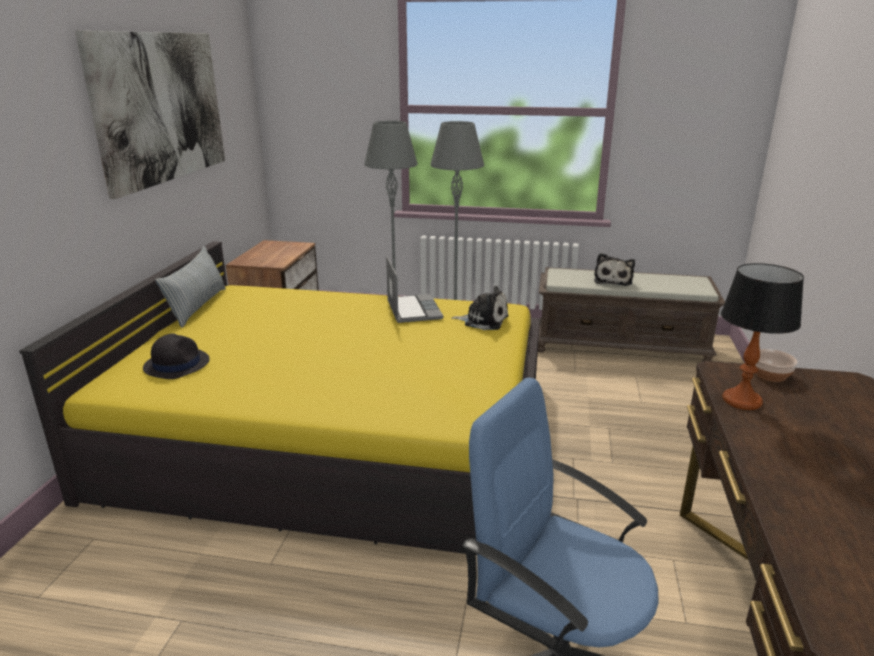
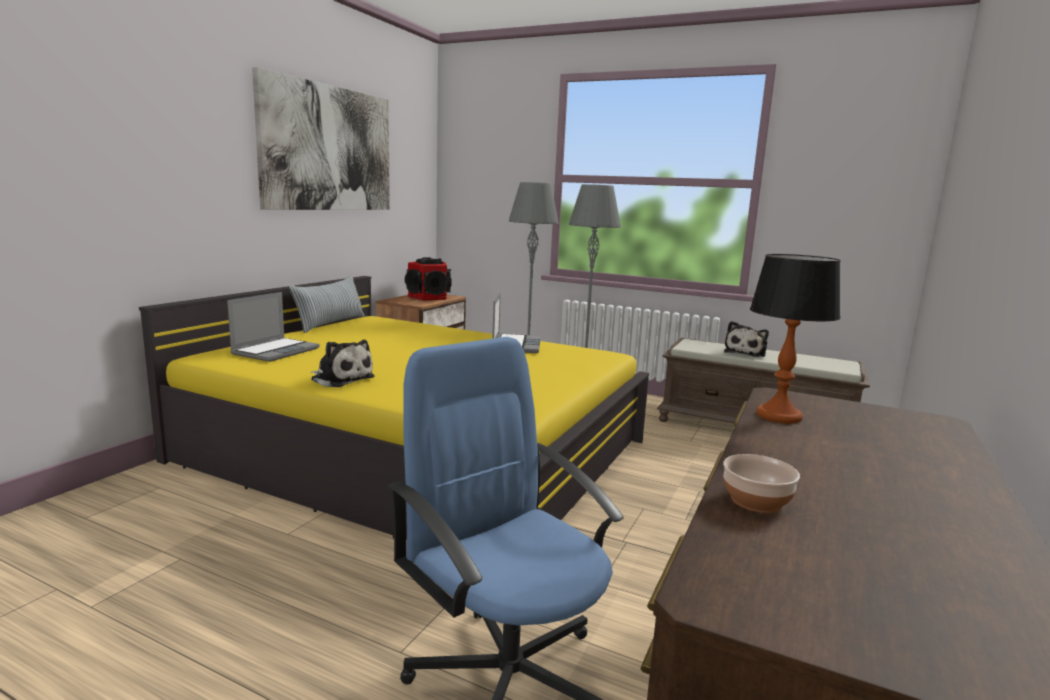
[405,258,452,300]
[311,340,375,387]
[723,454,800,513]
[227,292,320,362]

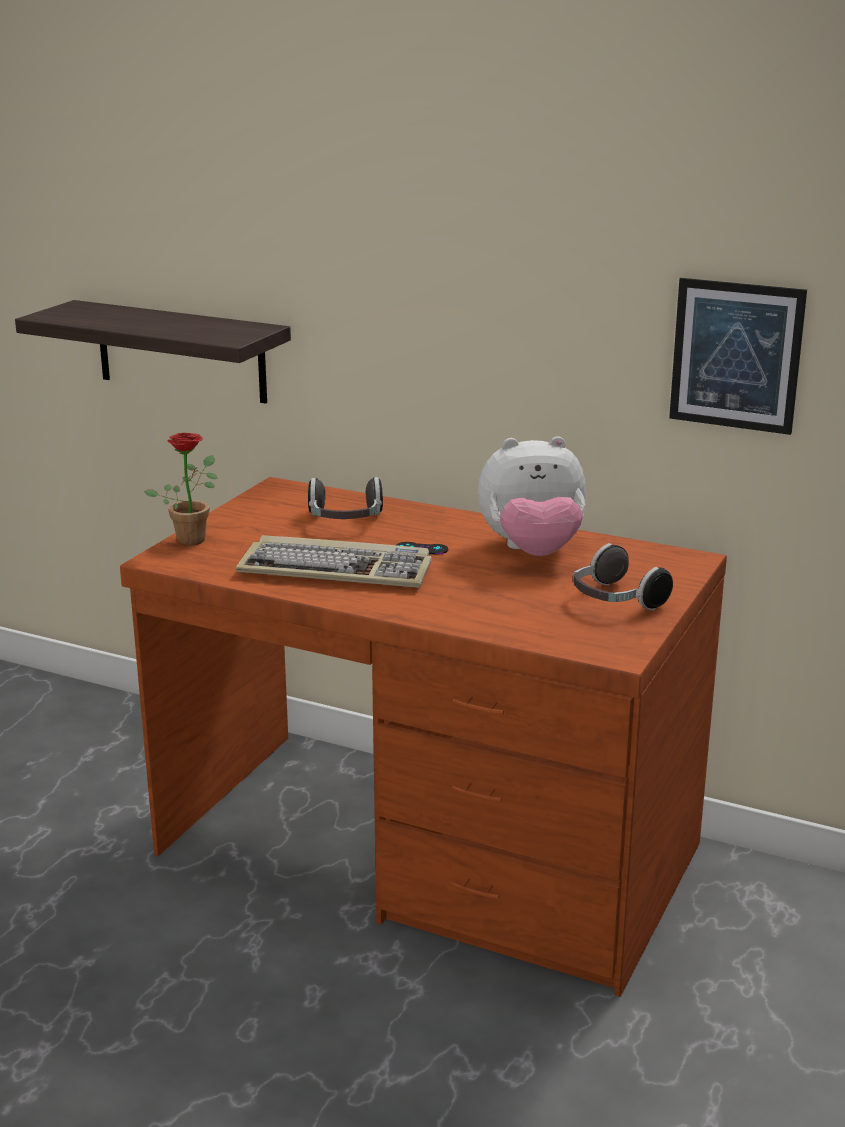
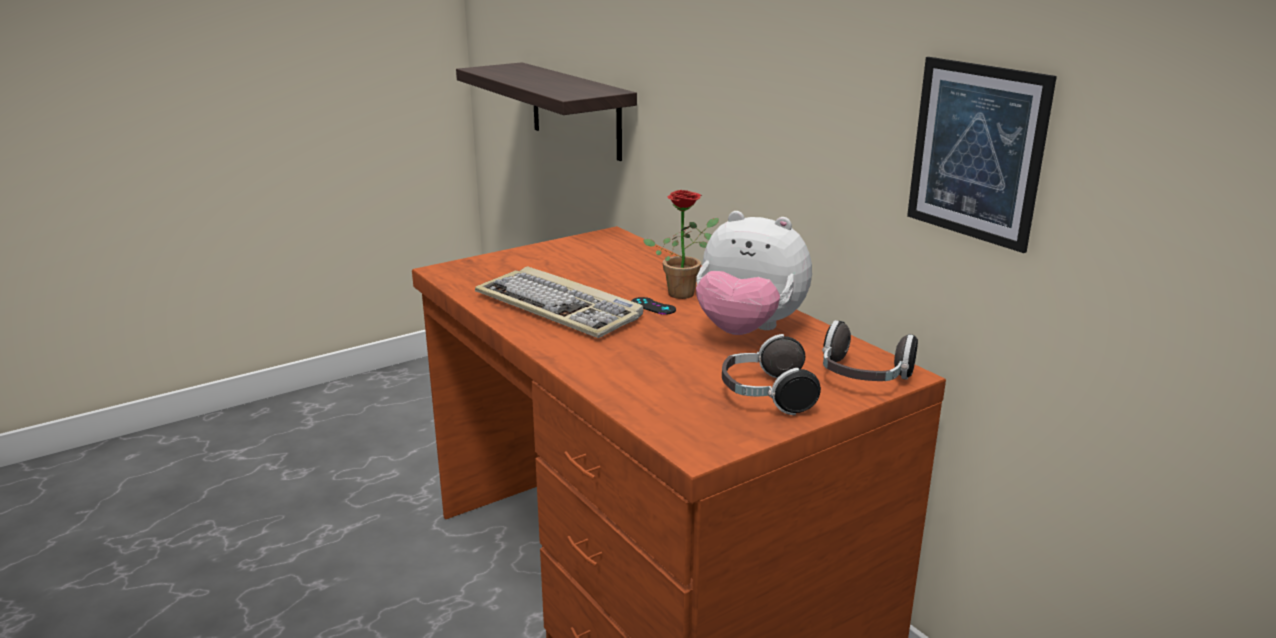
[643,190,719,299]
[822,320,918,381]

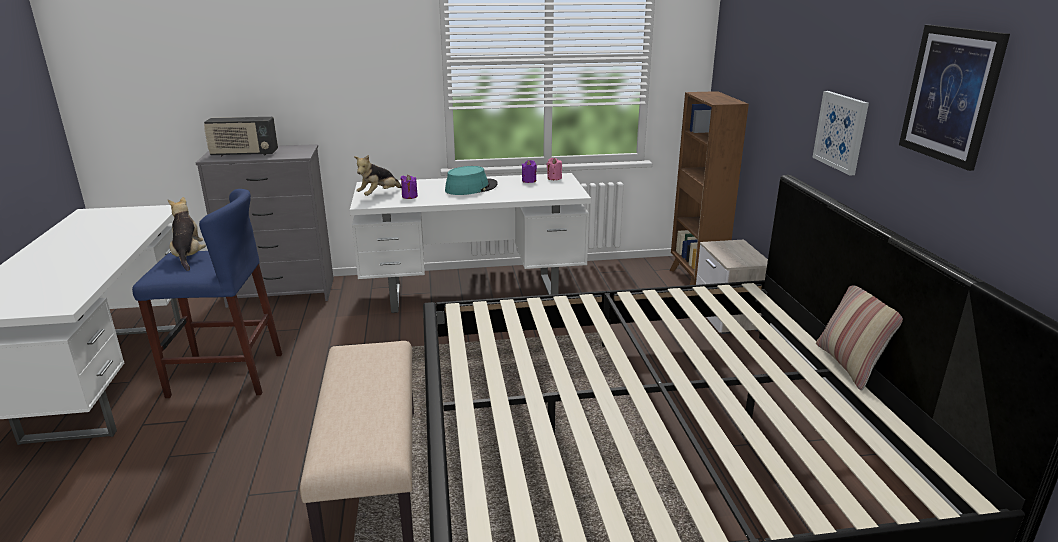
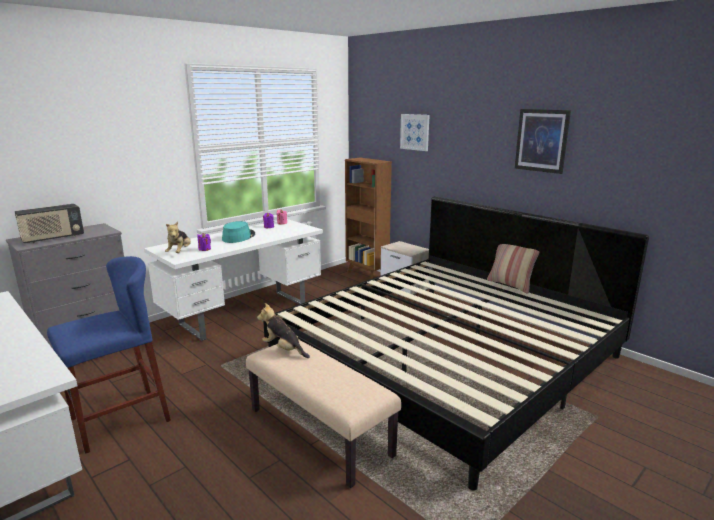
[257,303,310,358]
[400,114,430,151]

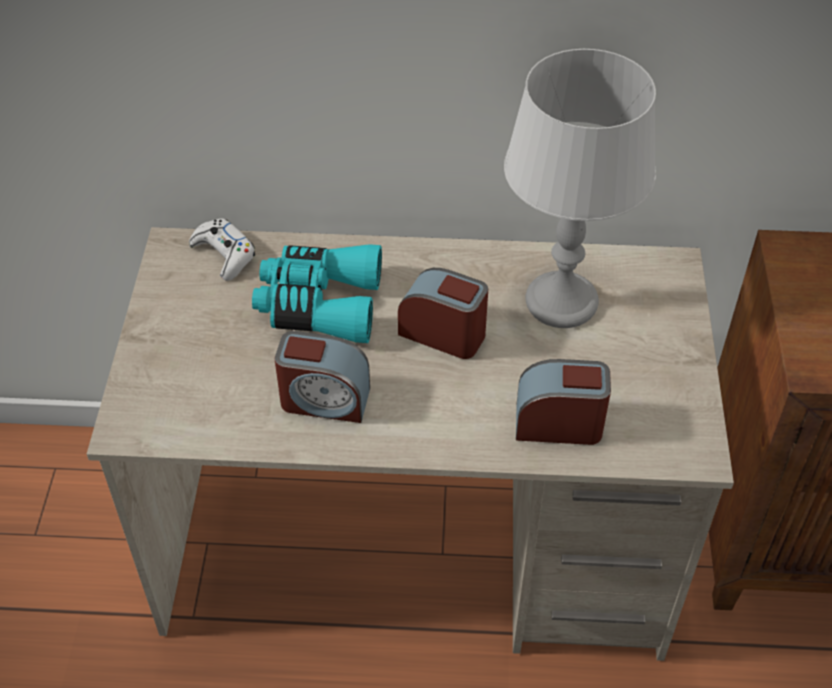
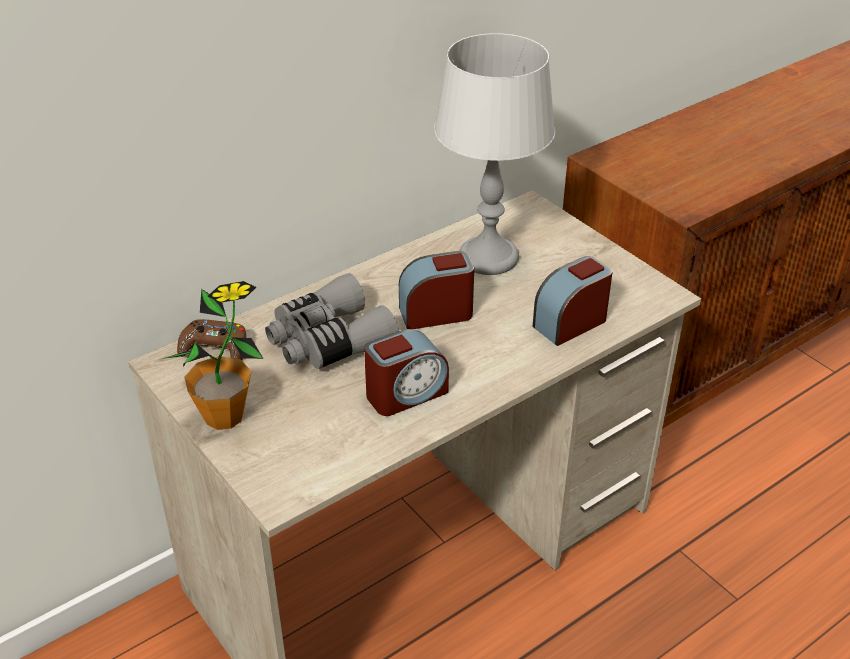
[162,281,263,430]
[177,319,246,361]
[265,273,399,369]

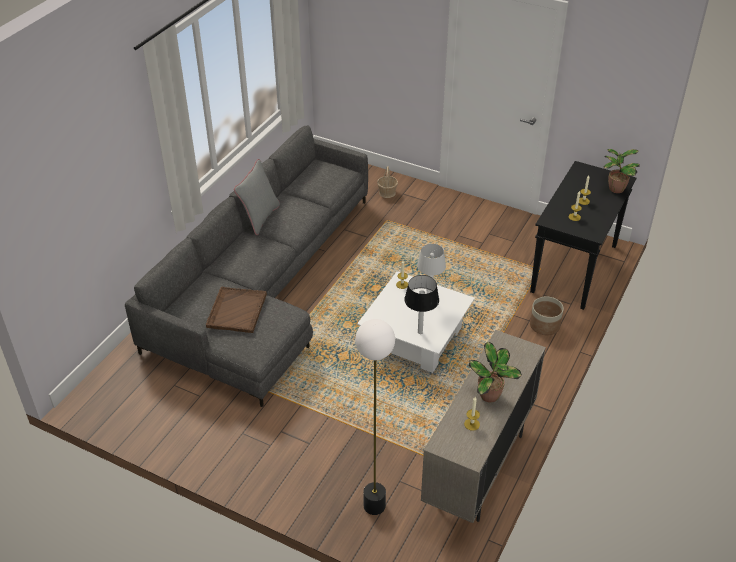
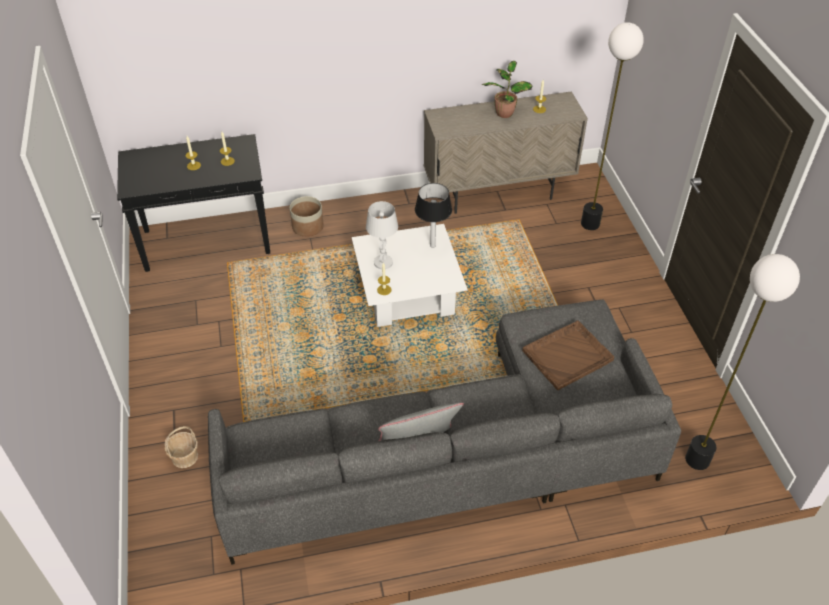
[604,149,640,193] (first image)
[685,254,800,470]

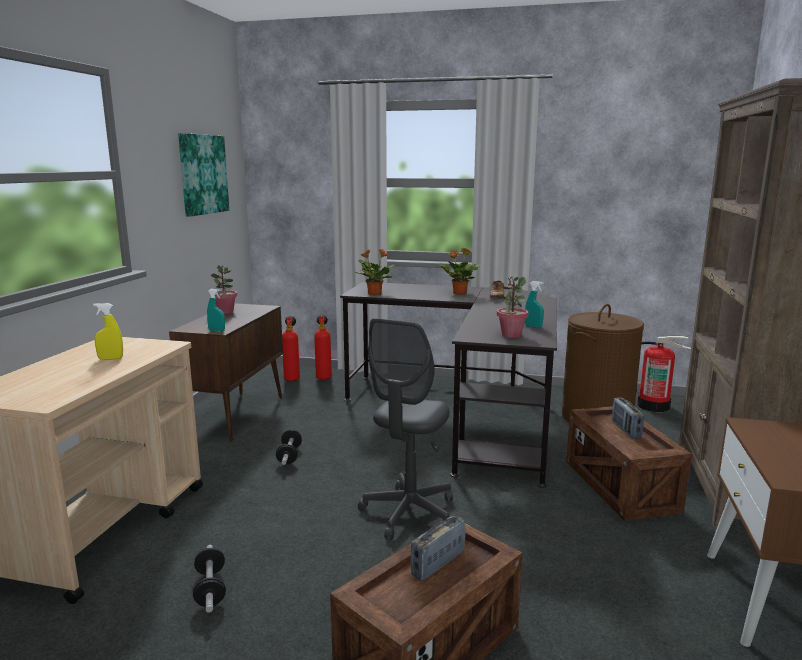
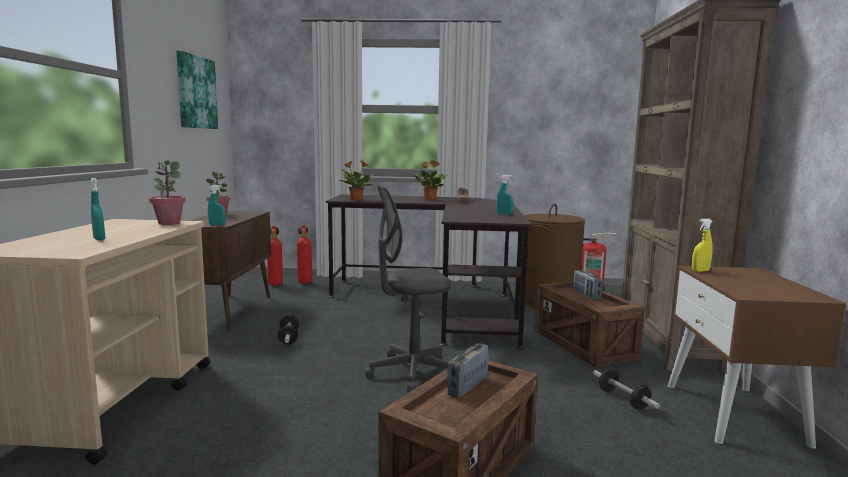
[91,178,105,240]
[692,219,713,272]
[593,368,660,409]
[149,161,186,225]
[365,184,451,393]

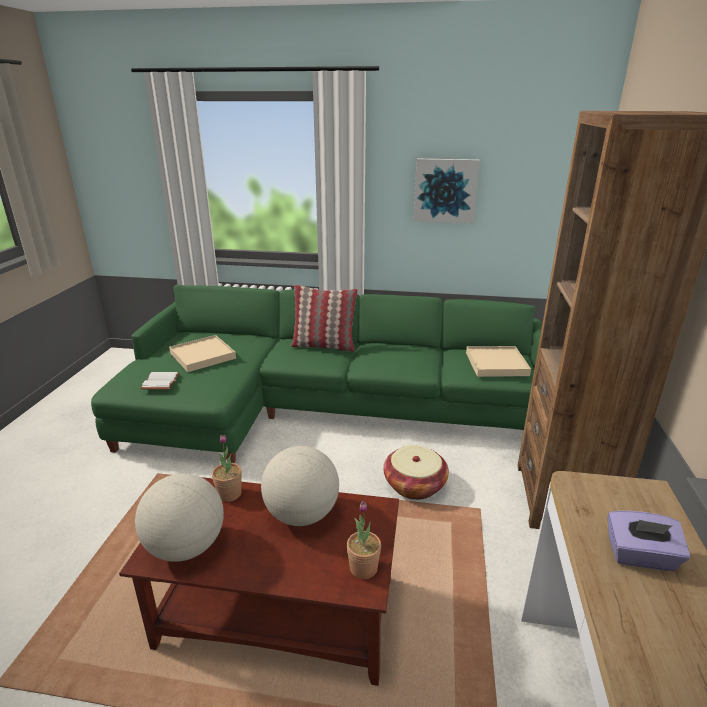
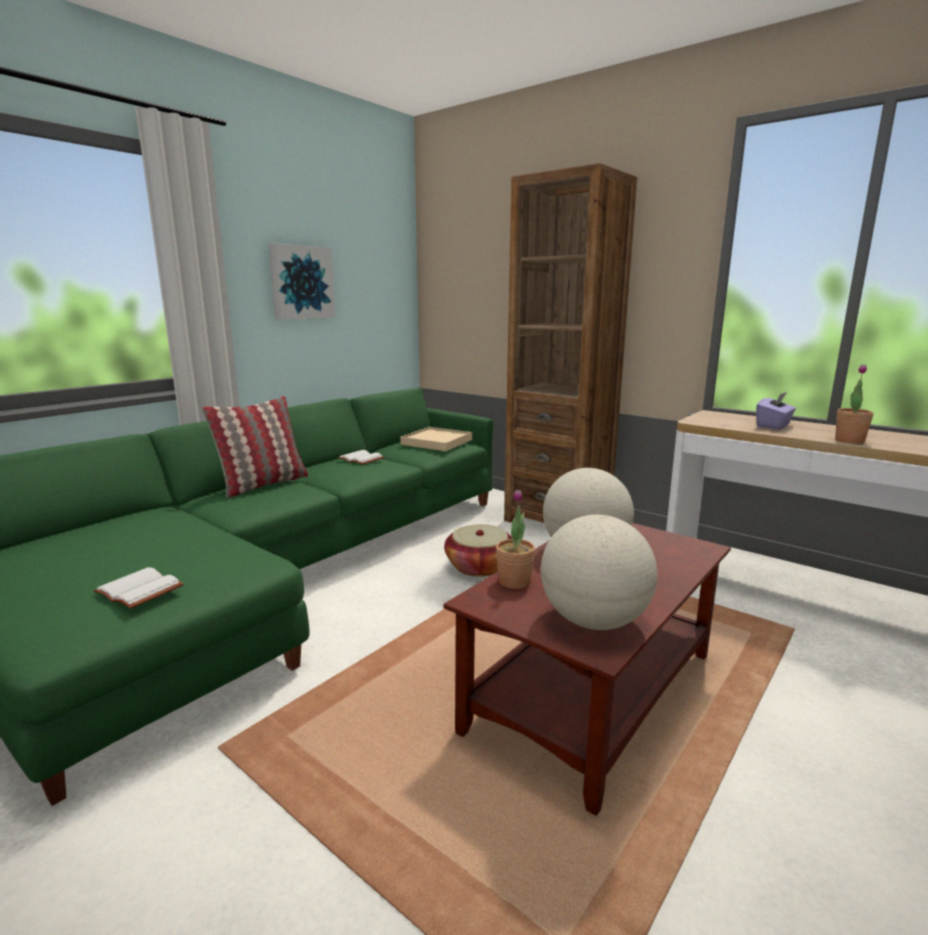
[169,335,236,372] (first image)
[338,450,384,465]
[835,364,874,444]

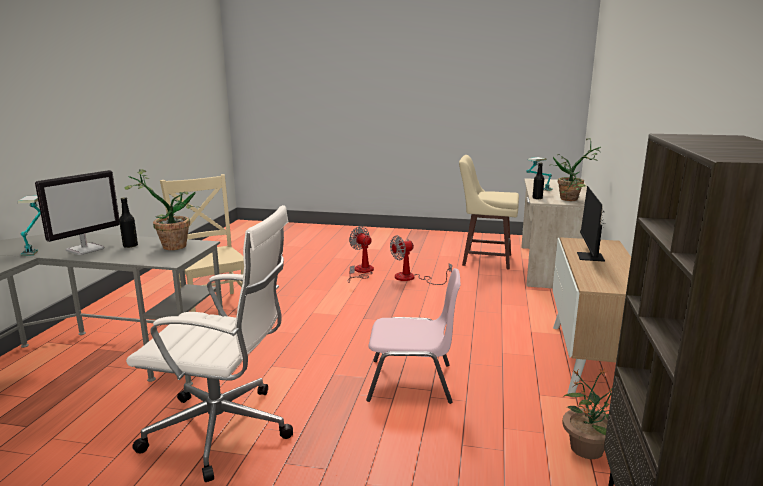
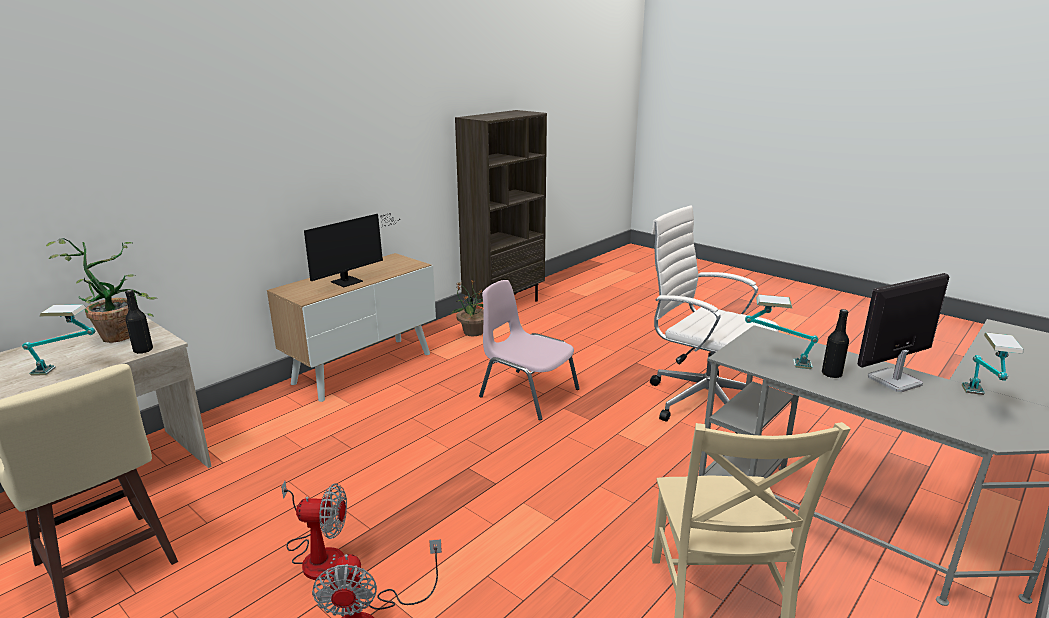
[745,295,818,369]

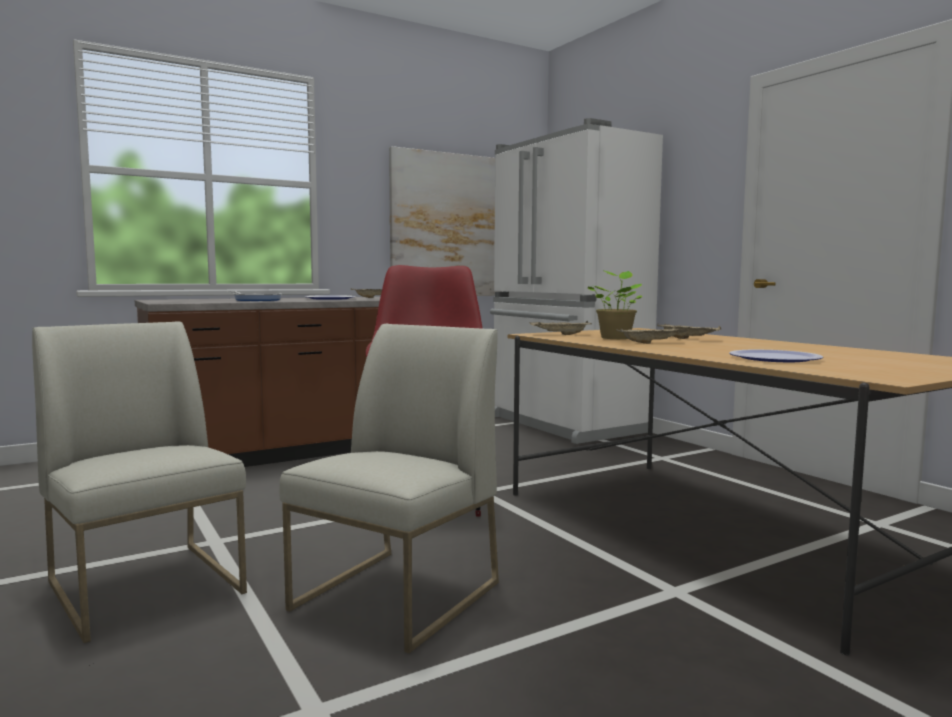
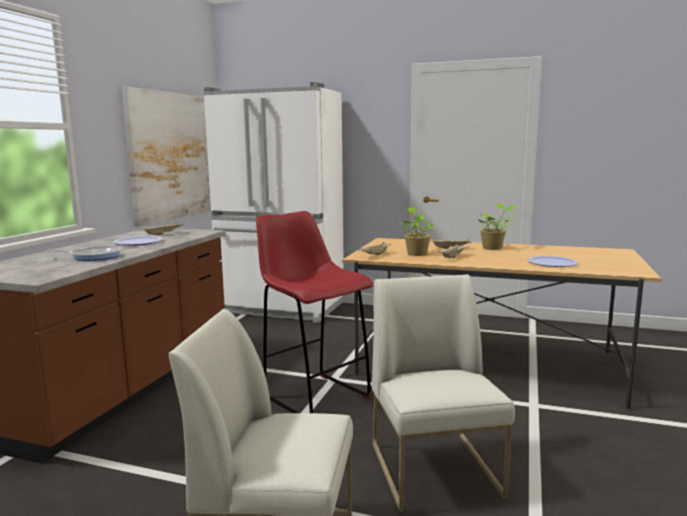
[478,204,517,250]

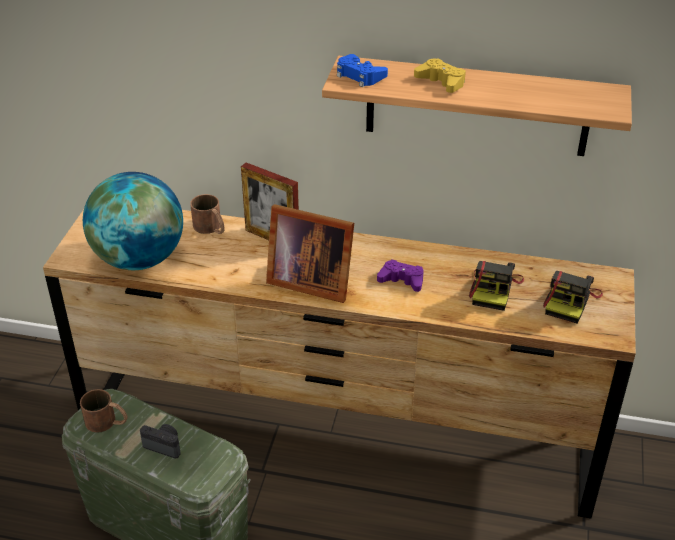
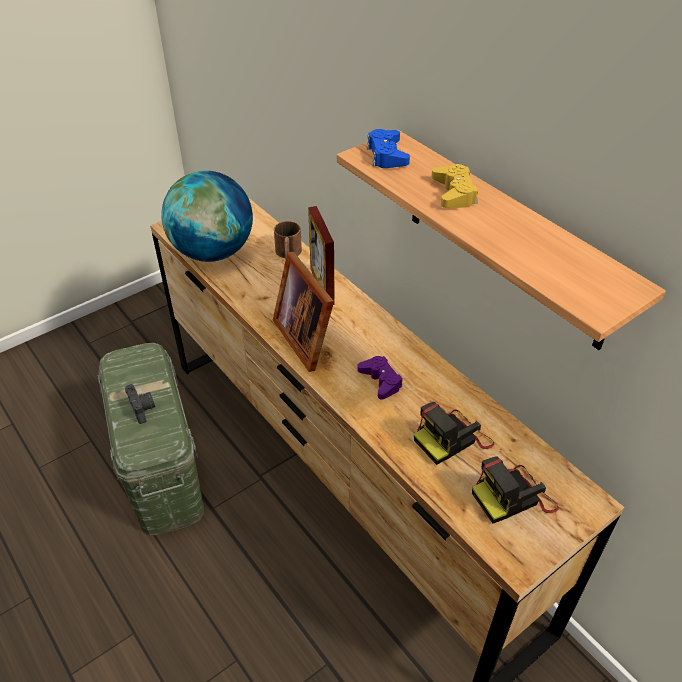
[80,389,128,433] (first image)

